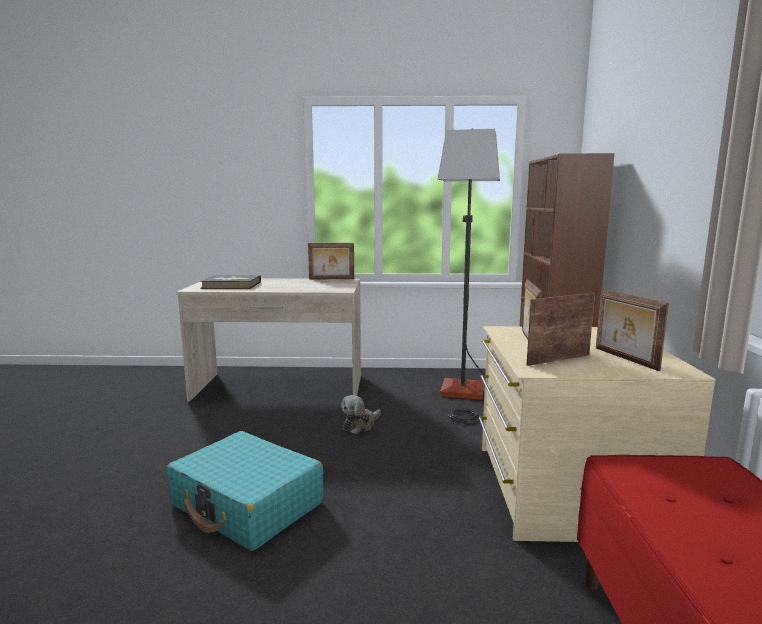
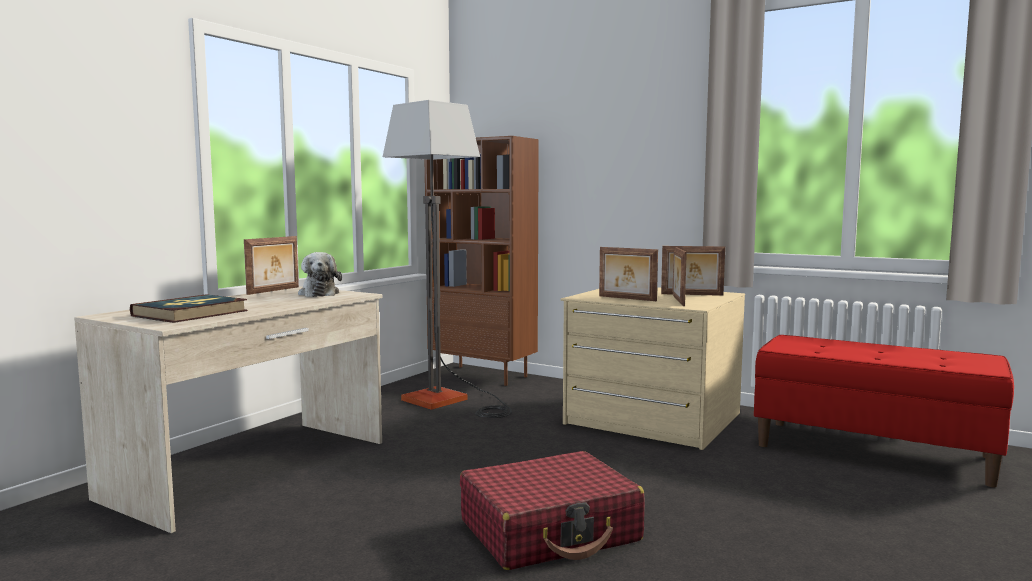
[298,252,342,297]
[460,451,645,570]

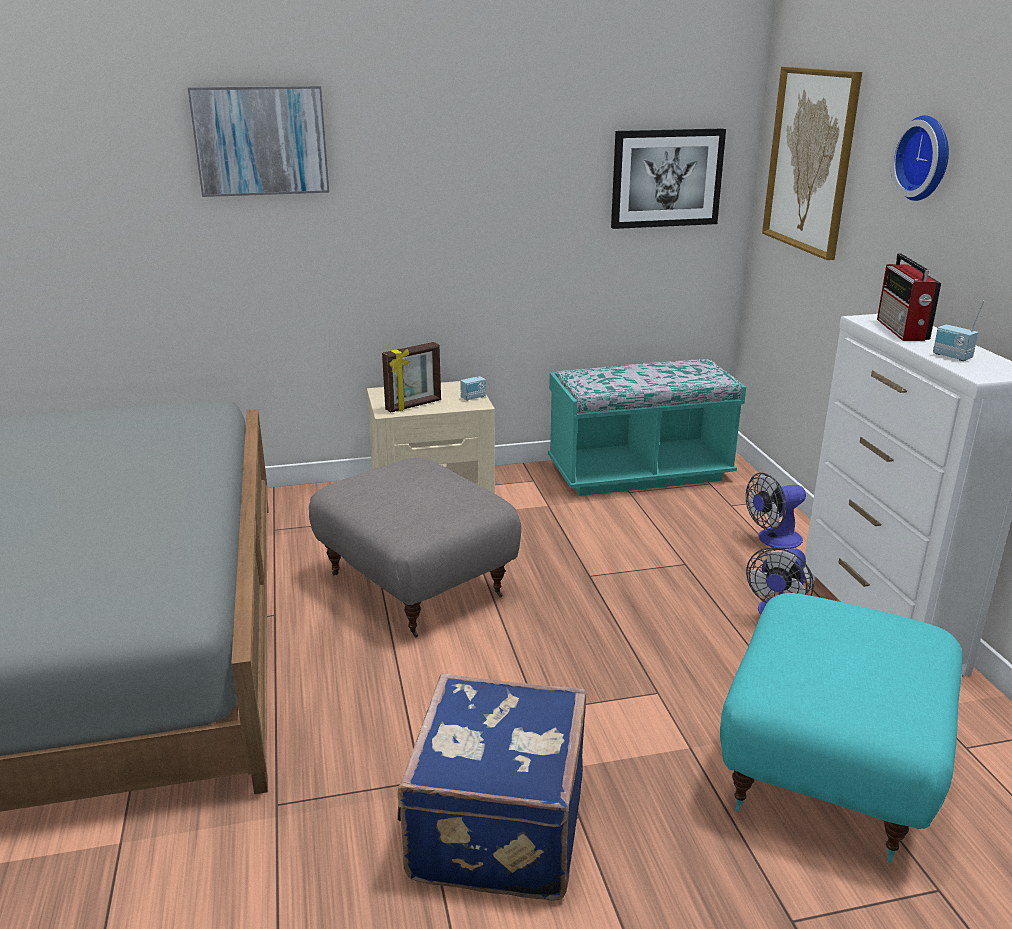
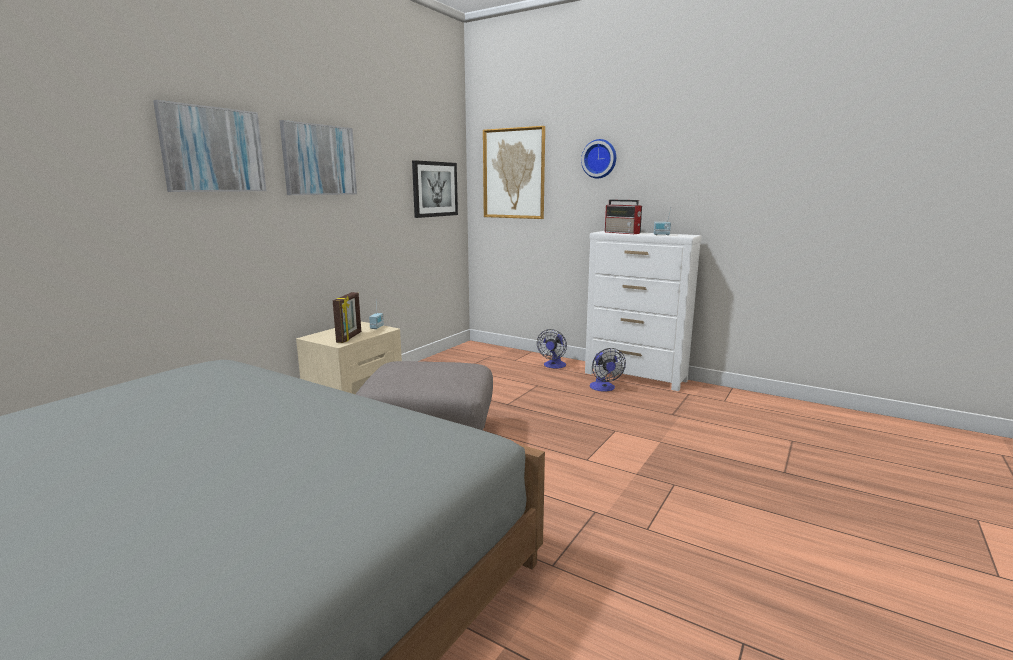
[397,674,586,901] (first image)
[548,359,746,496] (first image)
[720,593,962,863] (first image)
[279,120,357,195]

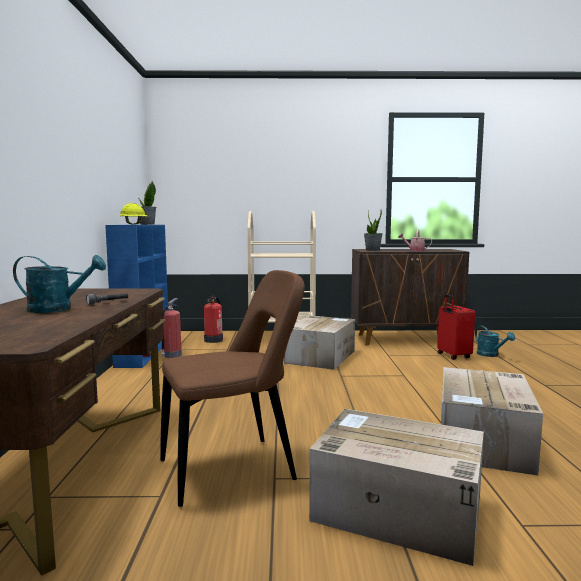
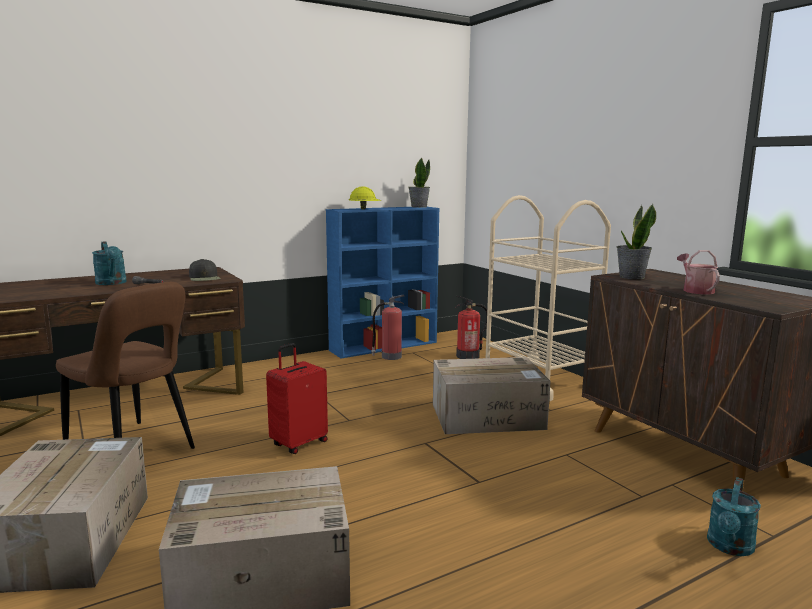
[189,259,221,281]
[266,343,328,454]

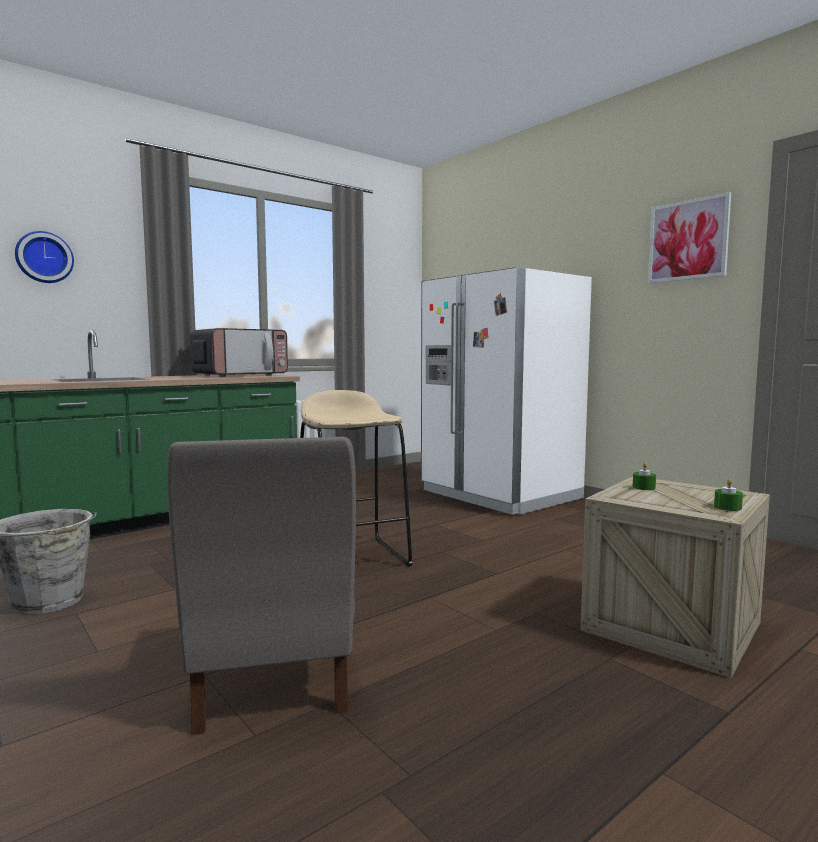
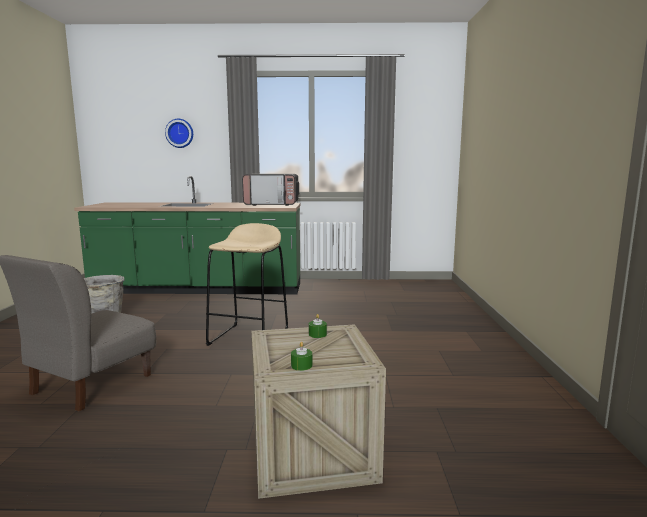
[421,267,592,515] (first image)
[648,192,731,283] (first image)

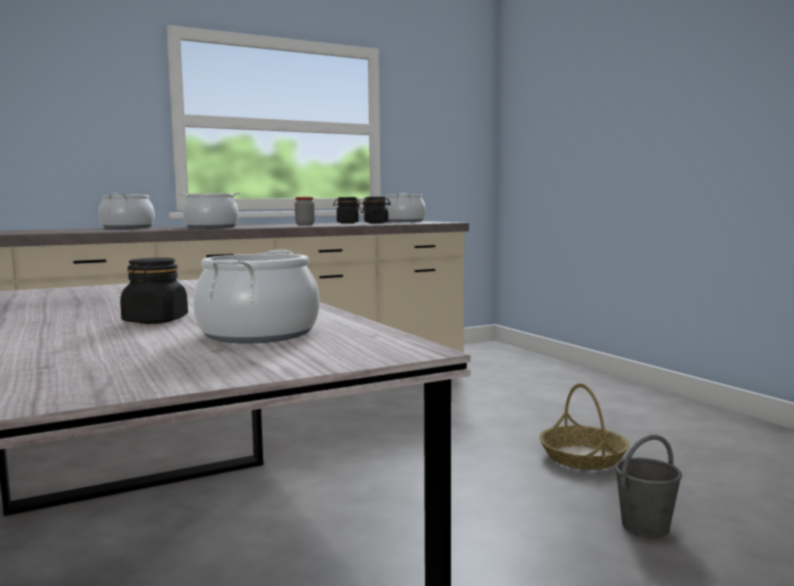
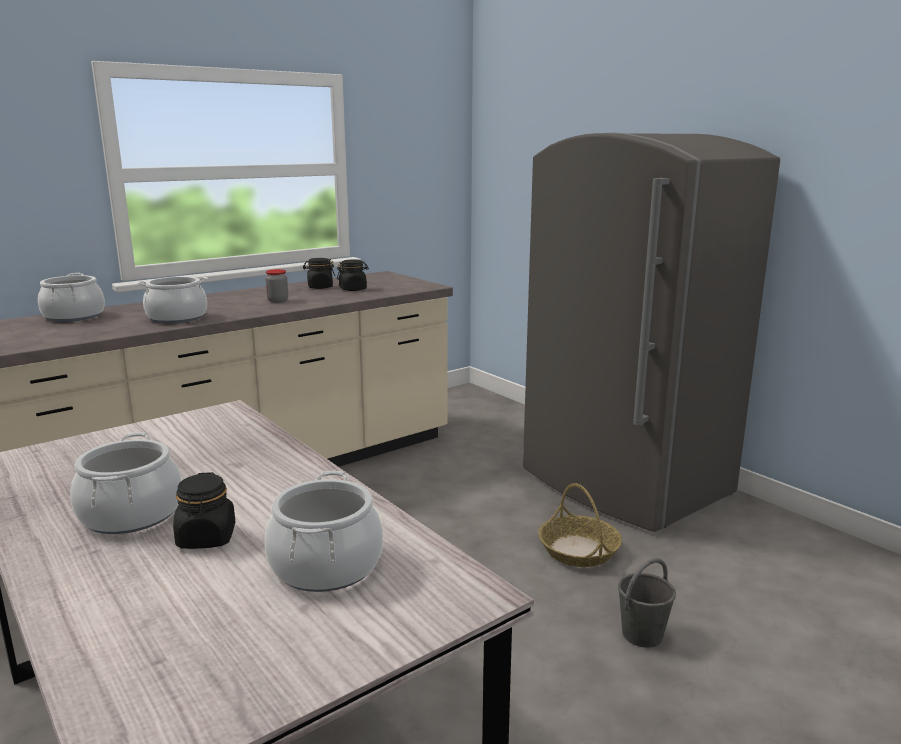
[523,132,780,532]
[70,432,182,534]

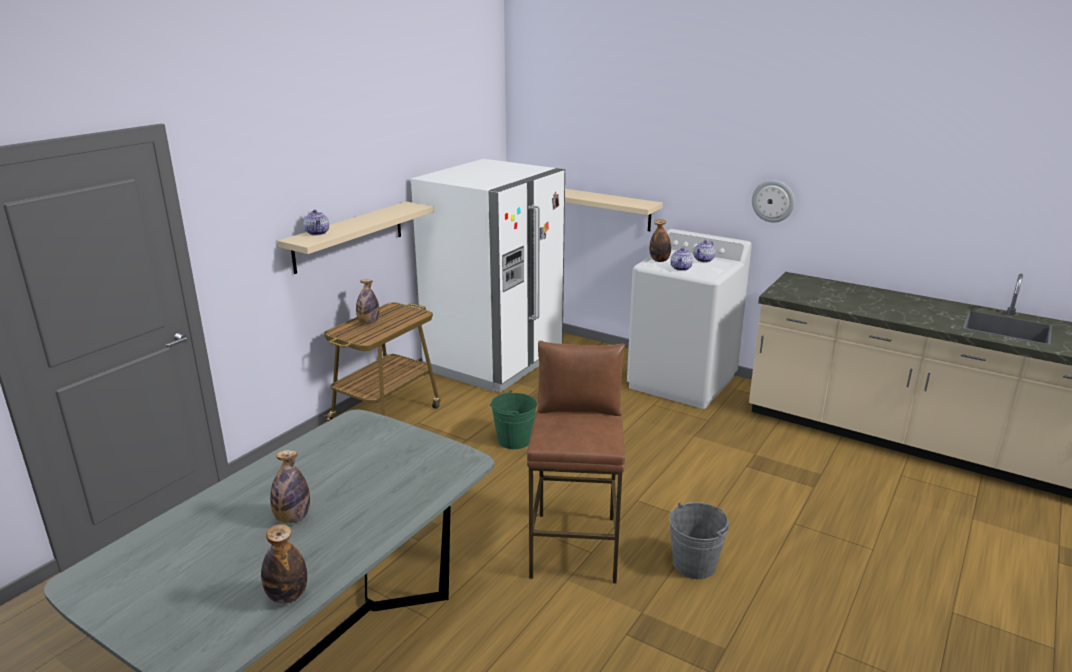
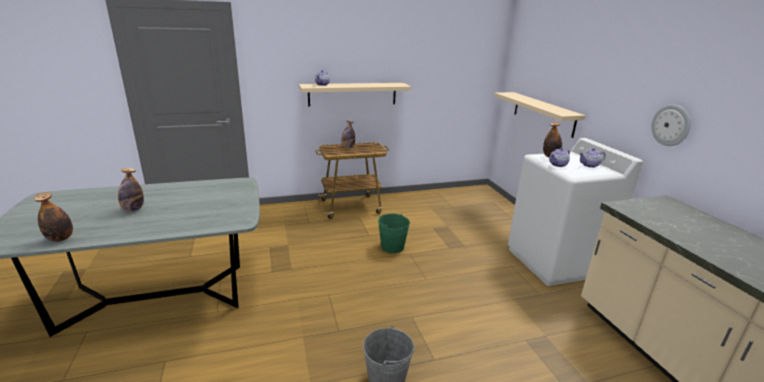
[411,159,565,392] (first image)
[527,341,625,583] (first image)

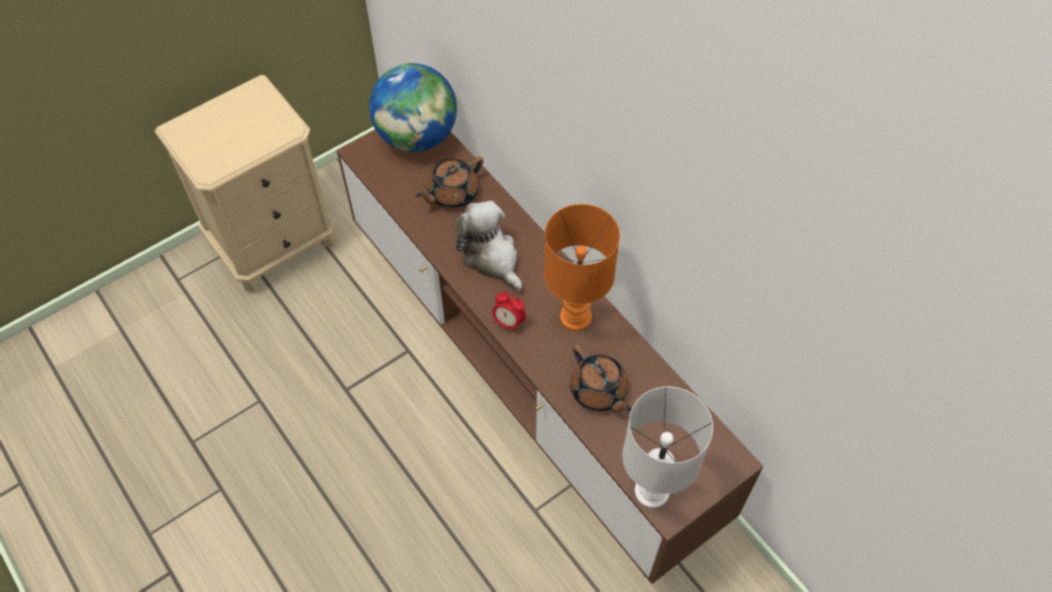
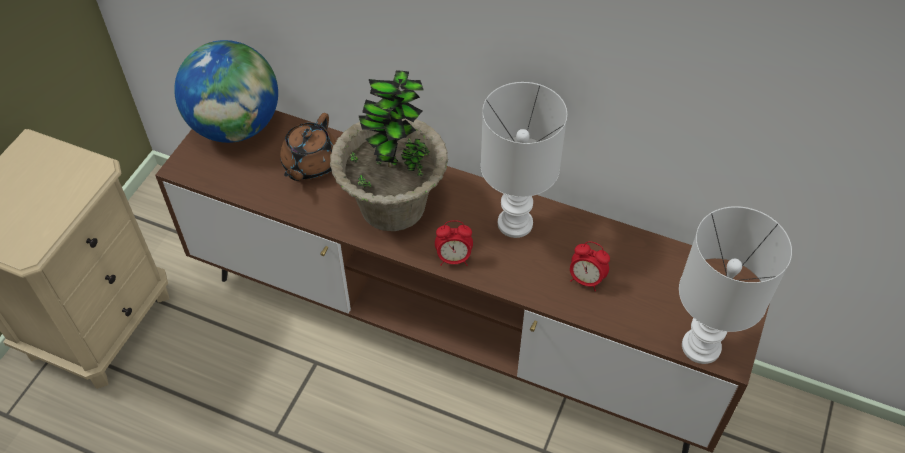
[330,70,448,231]
[570,241,610,291]
[481,82,567,238]

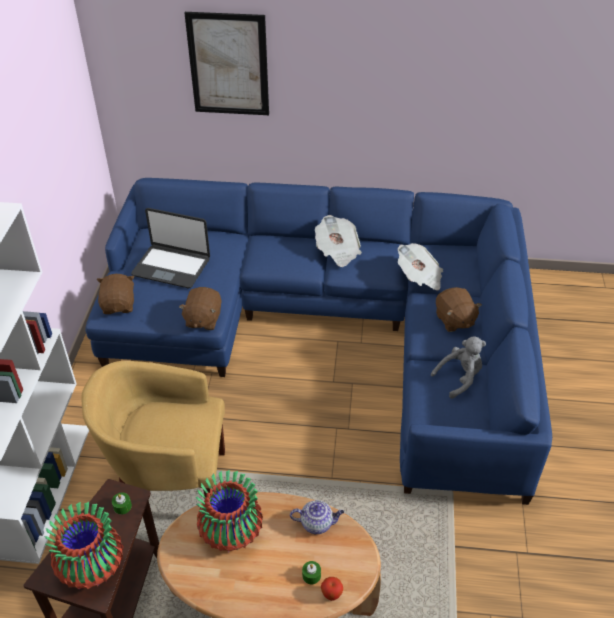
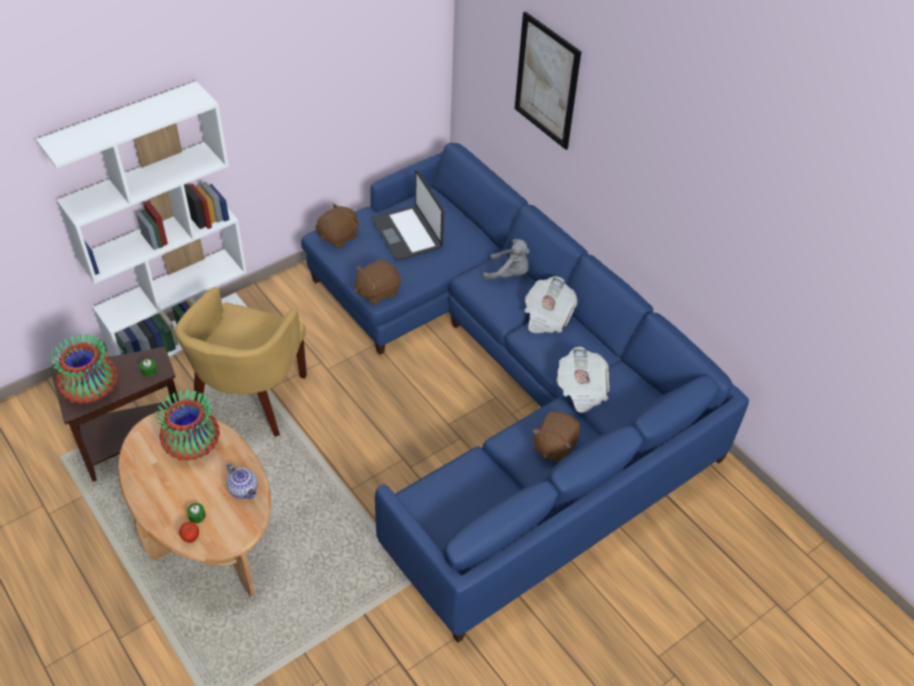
[483,239,530,280]
[175,287,307,437]

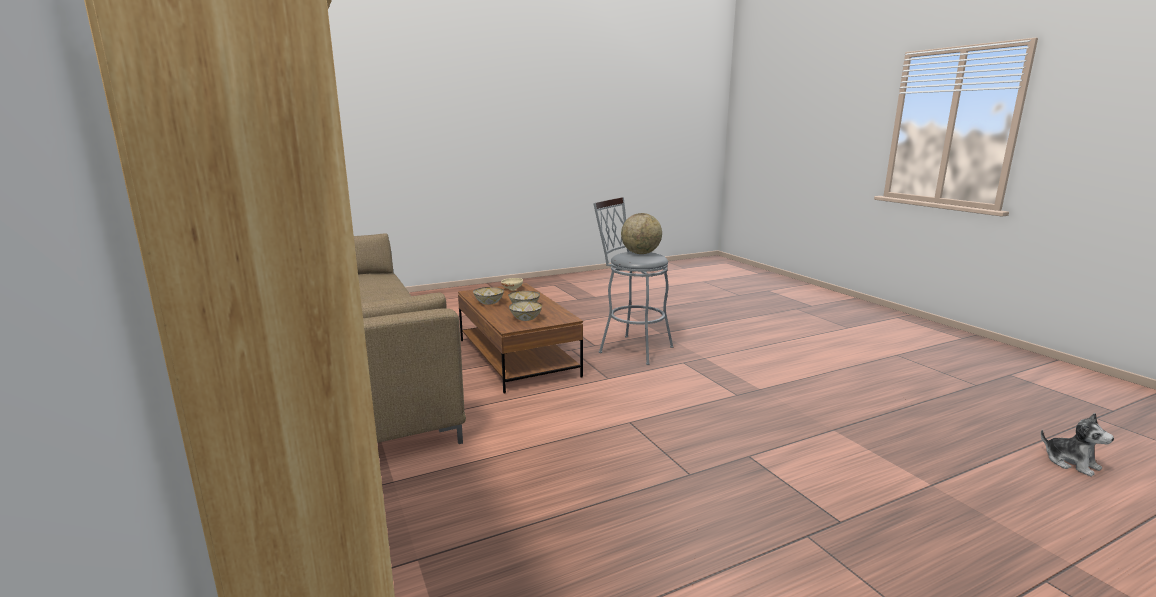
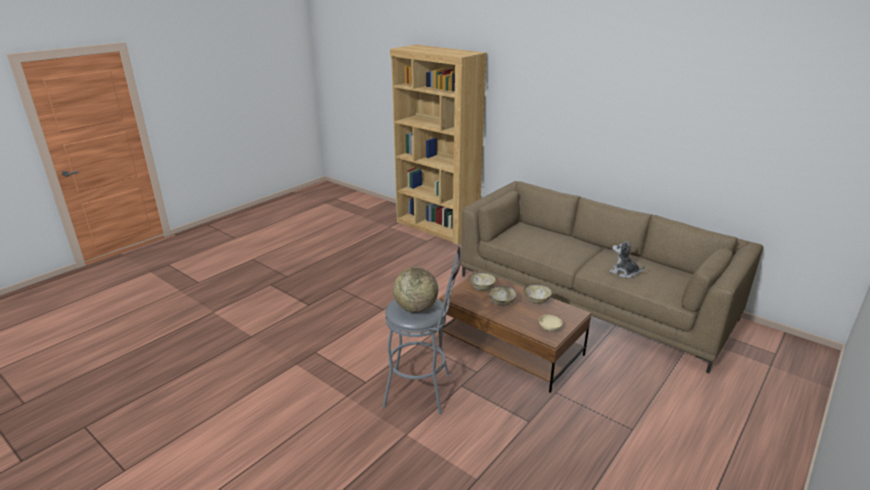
[610,240,645,278]

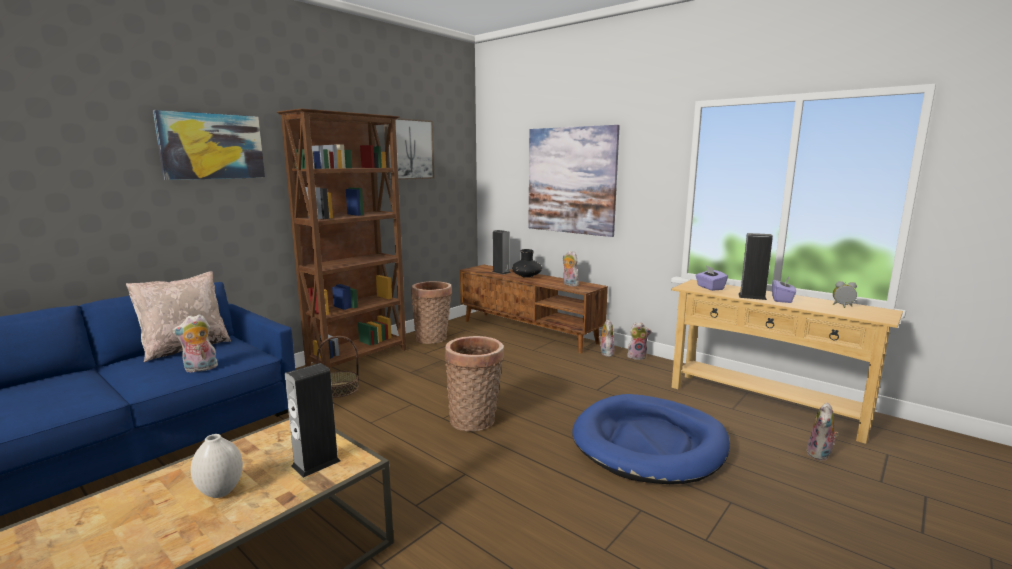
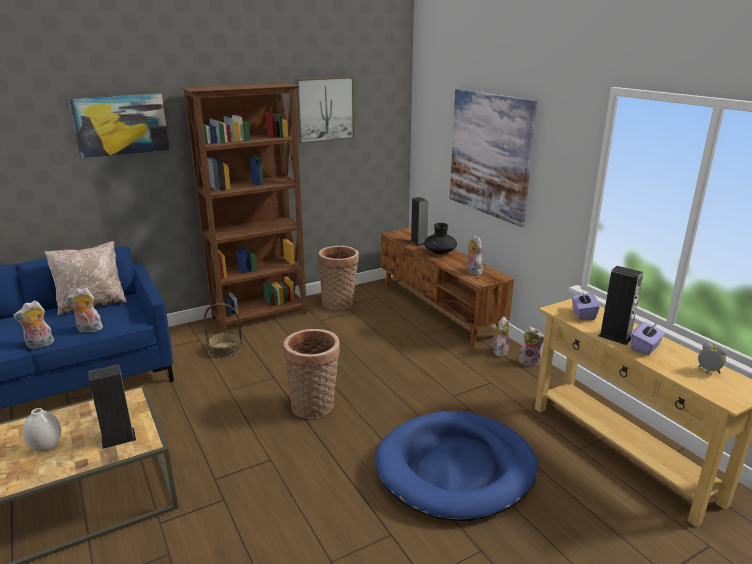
[13,301,54,349]

